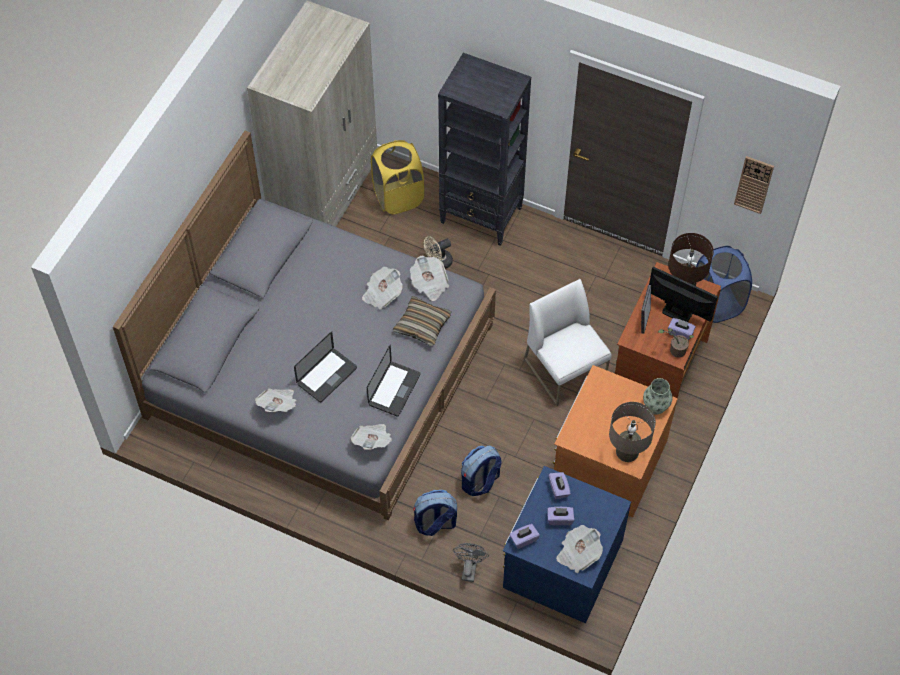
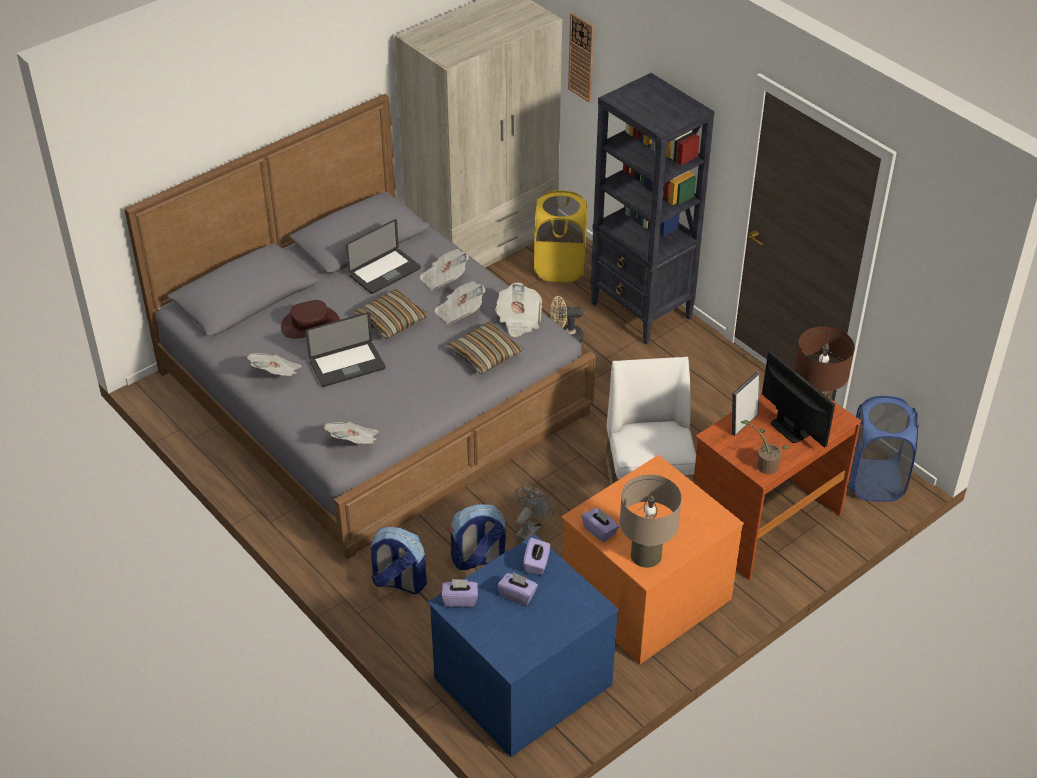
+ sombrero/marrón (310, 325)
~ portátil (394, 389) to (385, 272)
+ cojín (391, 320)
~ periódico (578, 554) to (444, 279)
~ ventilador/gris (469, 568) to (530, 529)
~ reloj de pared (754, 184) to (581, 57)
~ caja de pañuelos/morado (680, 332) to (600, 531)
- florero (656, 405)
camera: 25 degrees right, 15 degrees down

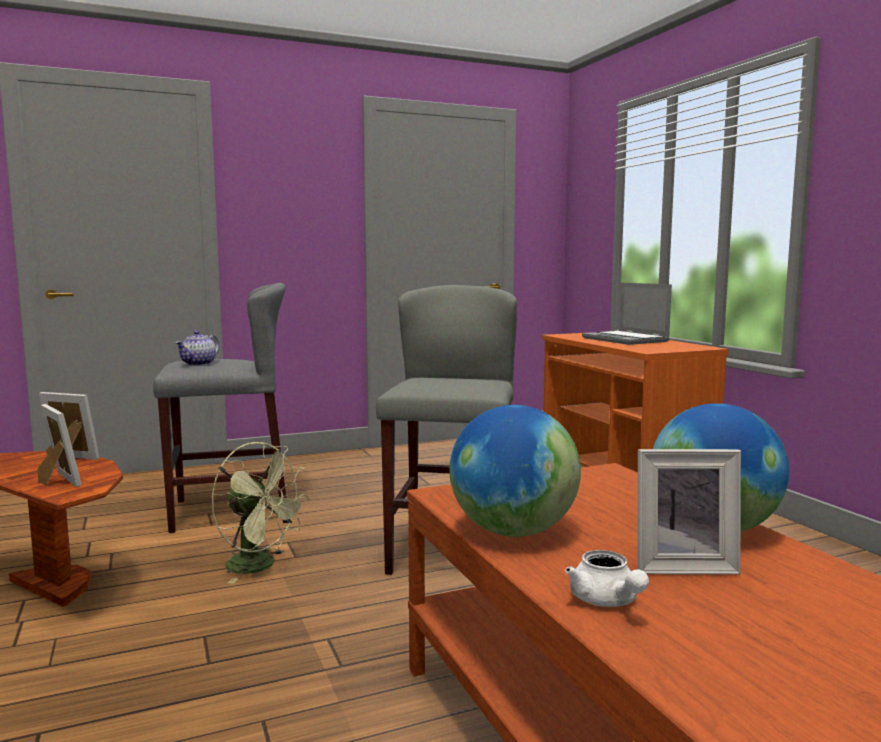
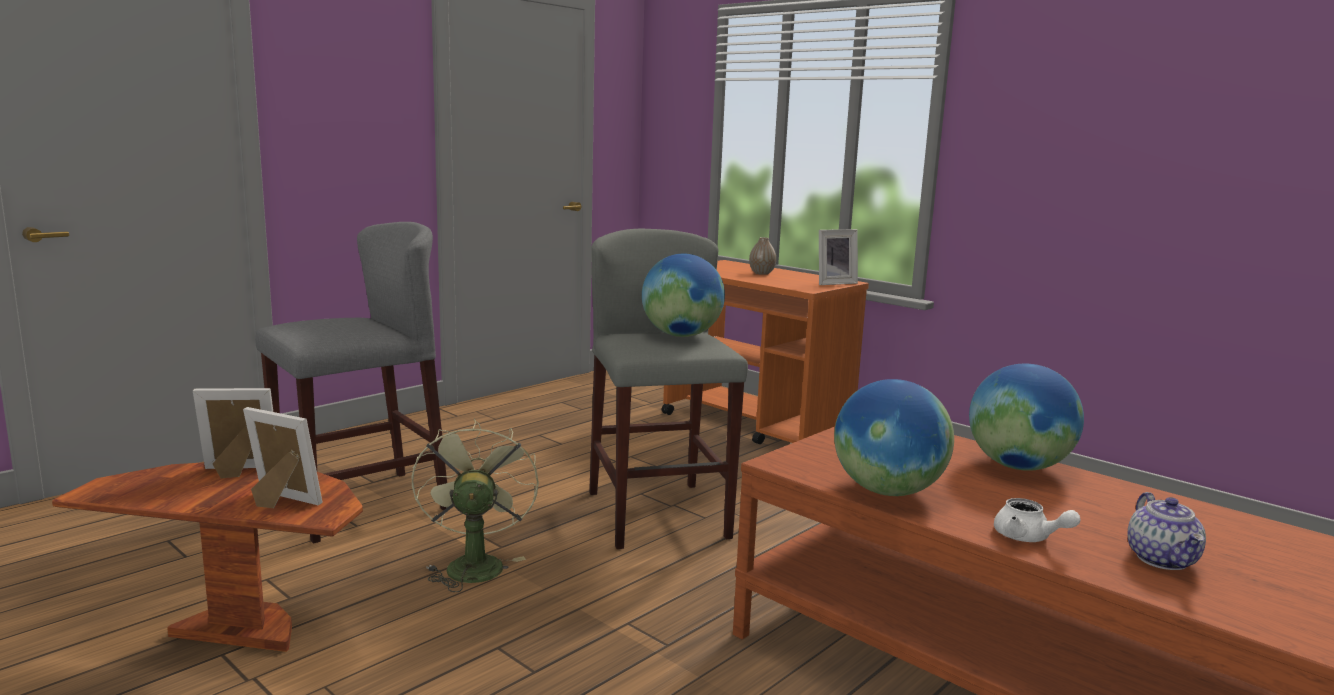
~ ventilador/verde (260, 566) = (473, 564) 105 degrees counterclockwise
+ globo terráqueo (681, 335)
~ portátil (626, 340) to florero (761, 273)
~ portarretratos (682, 566) to (833, 283)
~ tetera (199, 364) to (1163, 560)
camera: 25 degrees left, 5 degrees up

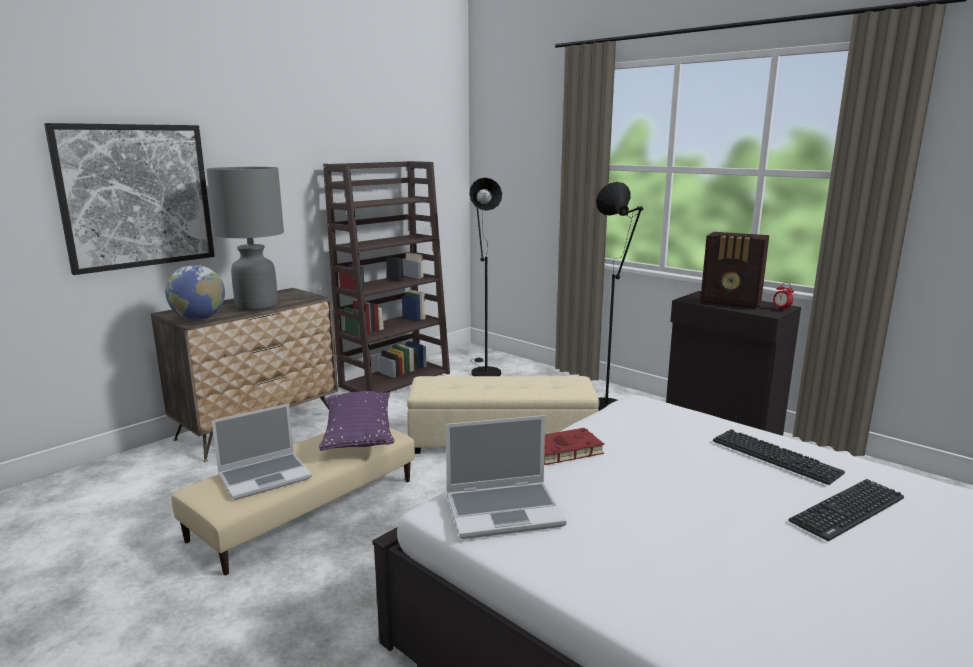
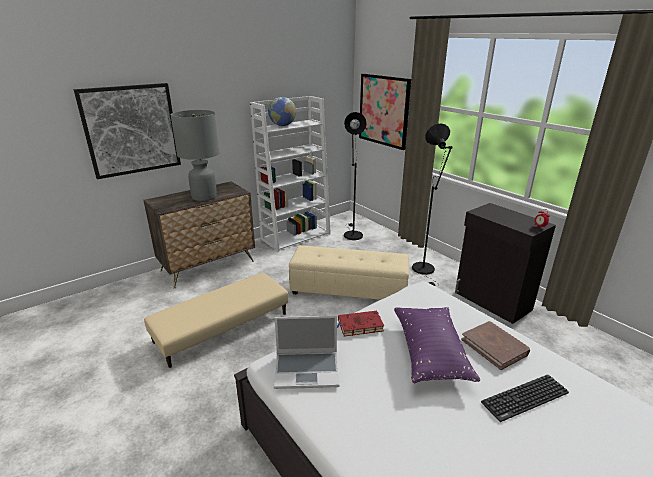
~ estantería/marrón (395, 379) to estantería/blanco (296, 236)
~ globo terráqueo (199, 318) to (282, 125)
+ cuadro (383, 110)
~ cojín/morado (358, 435) to (430, 353)
~ teclado (775, 457) to libro/marrón (494, 346)
- portátil (265, 476)
- radio (731, 303)
camera: 10 degrees right, 10 degrees up

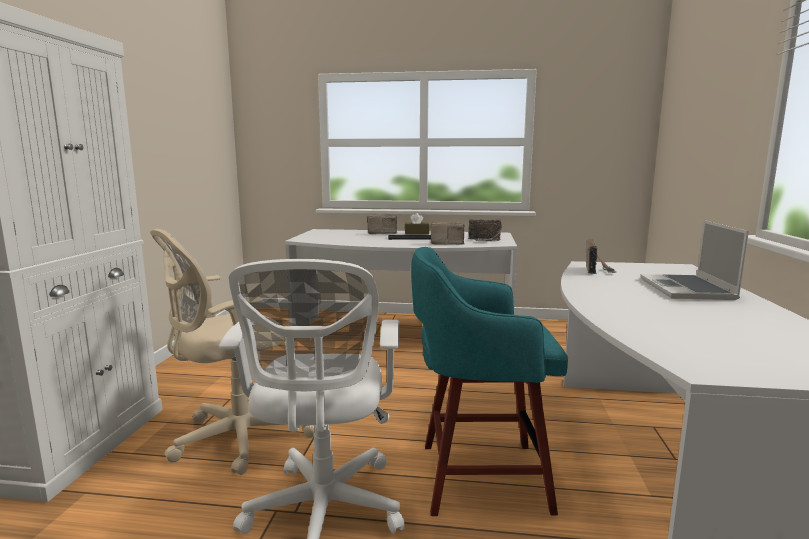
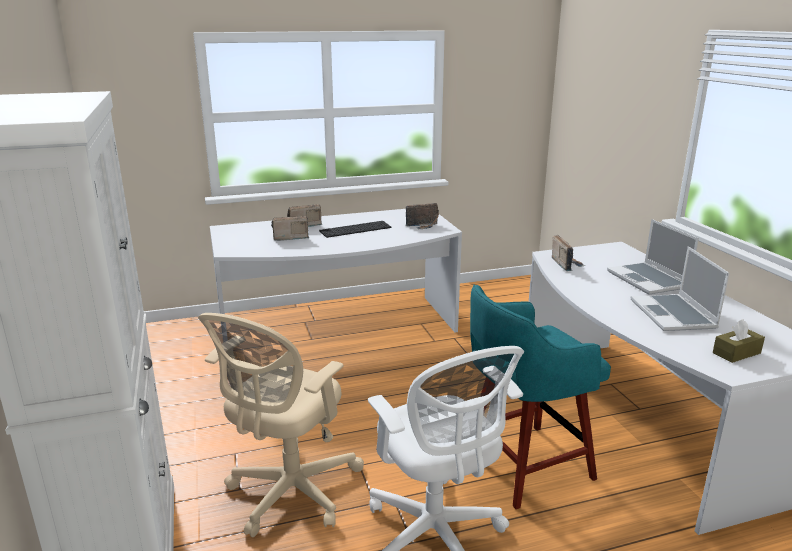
~ radio (447, 243) to (289, 237)
+ portátil (674, 315)
~ caja de pañuelos/marrón (416, 233) to (736, 353)
camera: 25 degrees left, 10 degrees up

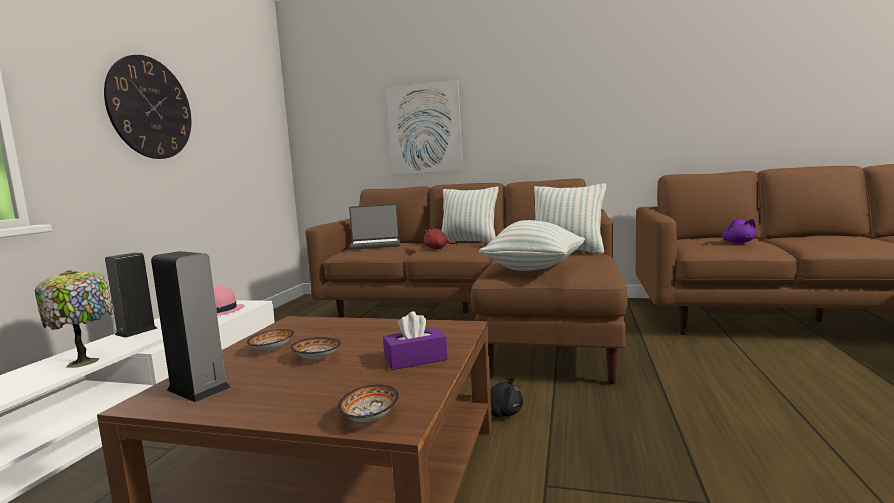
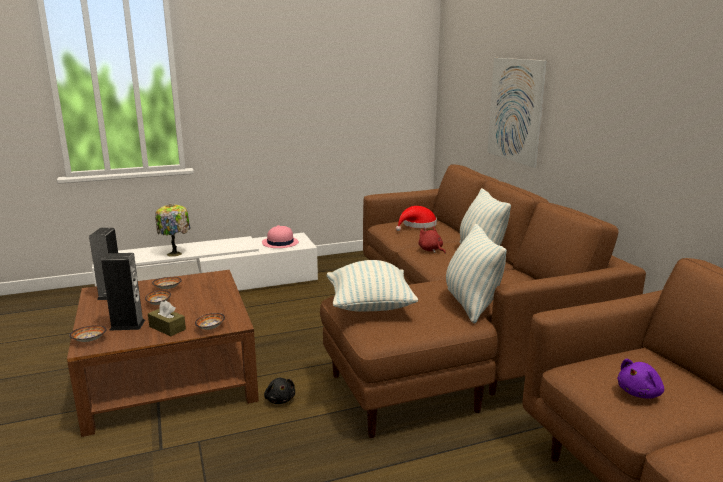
~ altavoz (136, 331) to (127, 325)
~ caja de pañuelos/morado (415, 359) to caja de pañuelos/marrón (167, 328)
+ cuenco (211, 328)
~ portátil (375, 245) to sombrero/rojo (417, 225)
- reloj de pared (150, 108)
camera: 55 degrees right, 10 degrees up

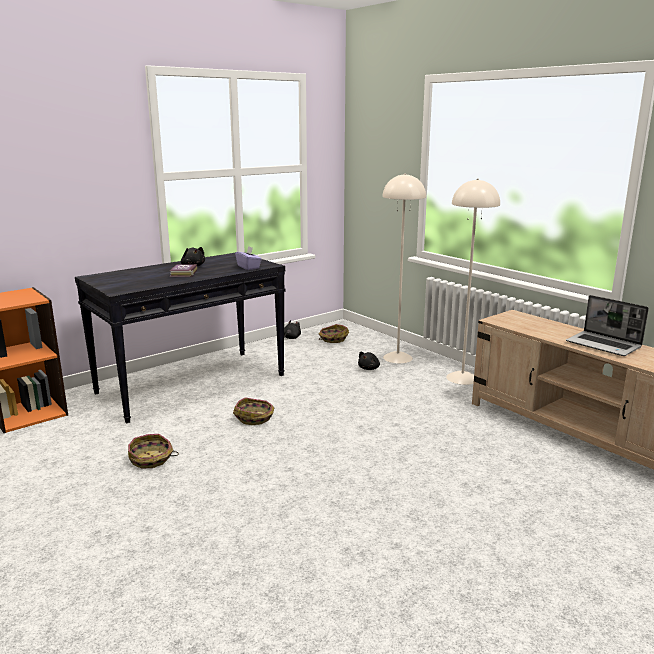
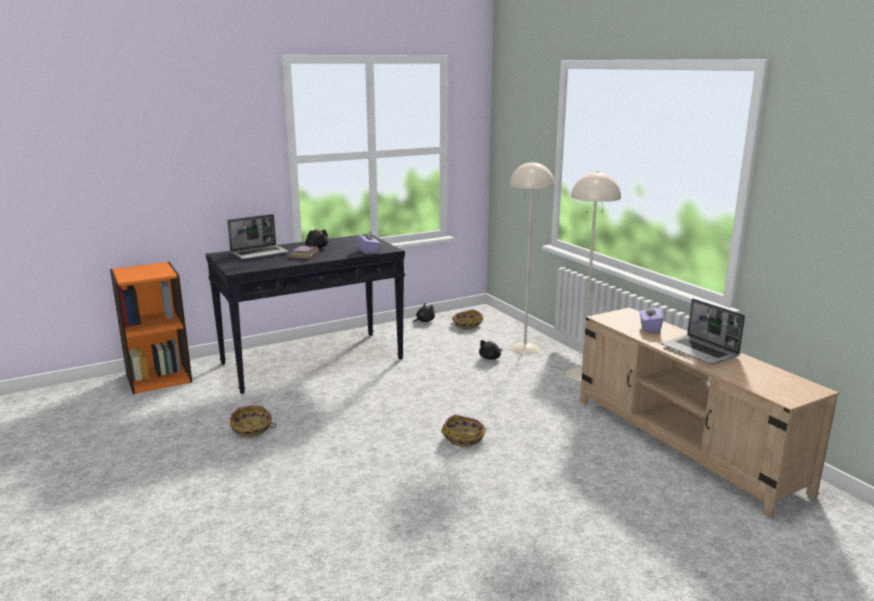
+ portátil (260, 253)
~ cesta (255, 417) to (464, 438)
+ caja de pañuelos/morado (649, 327)
camera: 10 degrees right, 0 degrees up

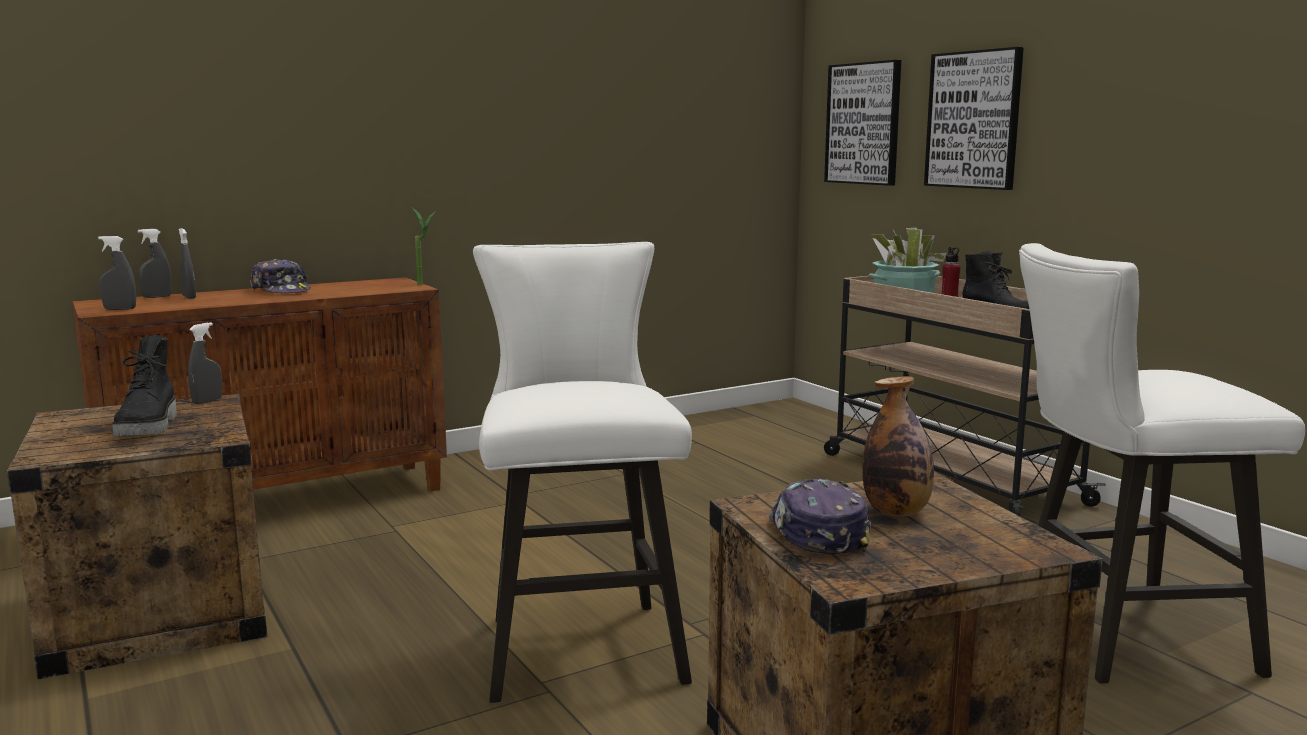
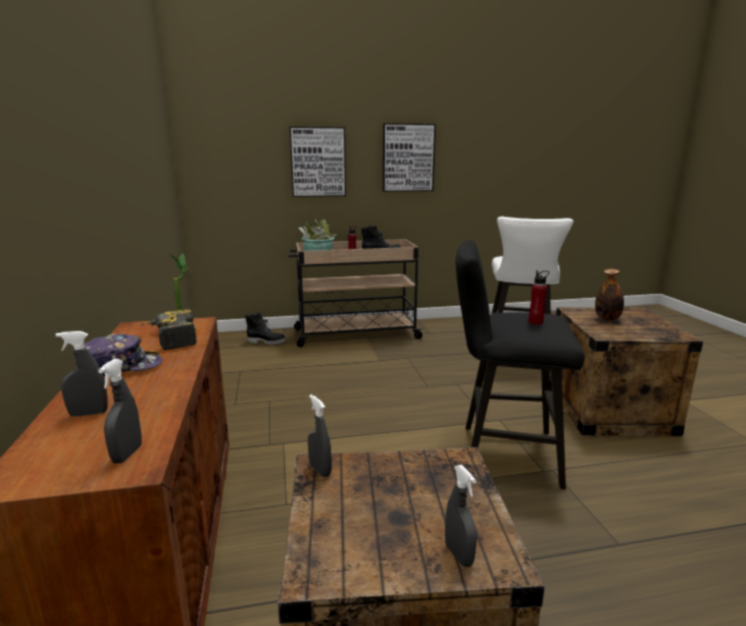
+ taladro (169, 338)
~ bota/negro (150, 427) to (267, 342)
~ cuadro (864, 123) to (408, 158)
~ pulverizador/gris (157, 297) to (458, 555)
~ taburete/blanco (580, 642) to taburete/negro (501, 453)
+ botella/rojo (535, 322)
- gorra (816, 534)
camera: 70 degrees left, 5 degrees up

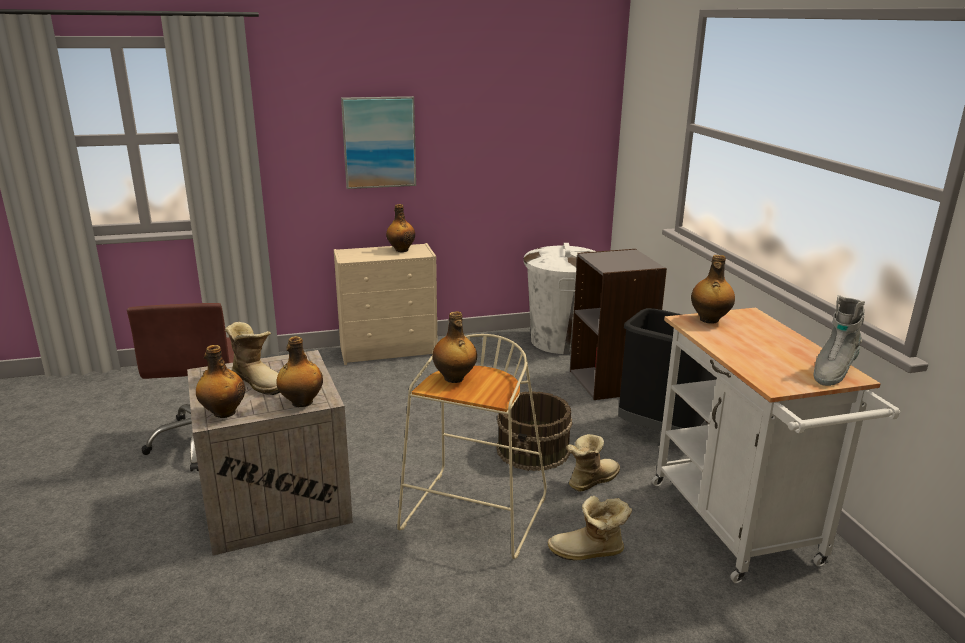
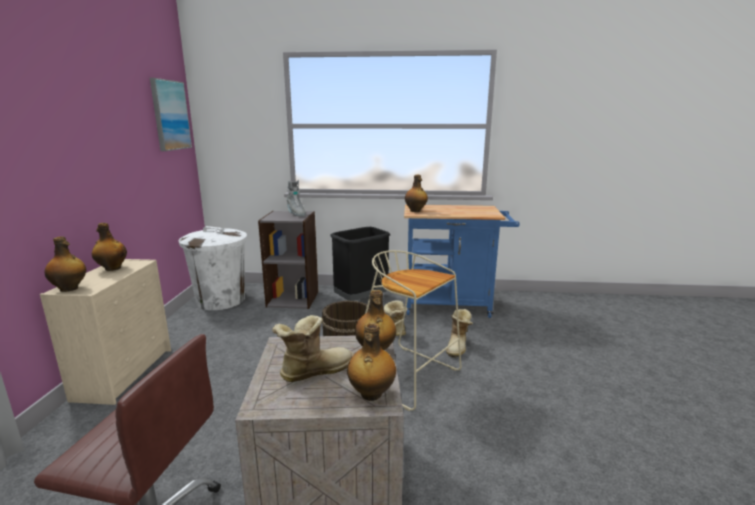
~ botella (454, 378) to (70, 288)
~ cuadro (379, 142) to (170, 115)
~ bota/gris (832, 372) to (296, 214)
~ carrito/blanco (740, 529) to carrito/azul (453, 306)
camera: 70 degrees left, 5 degrees down

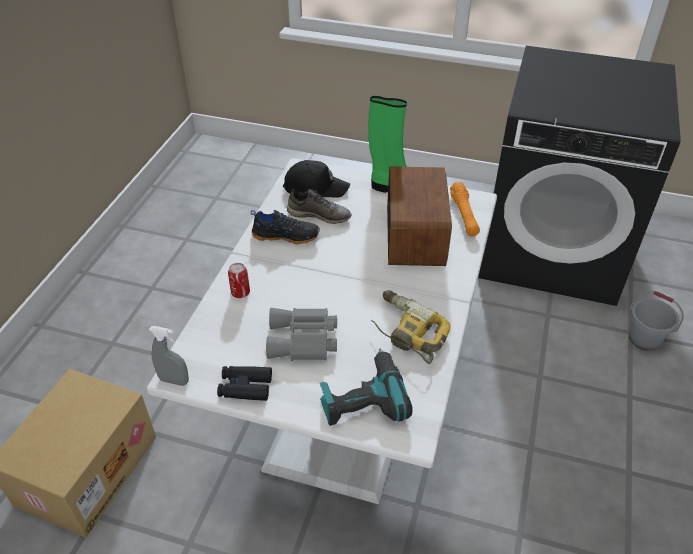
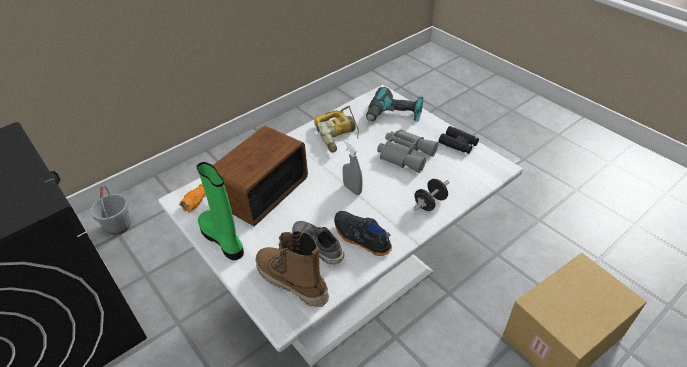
~ gorra/negro (315, 187) to bota (292, 283)
~ pulverizador/gris (174, 380) to (352, 189)
~ lata (240, 292) to mancuerna/negro (430, 203)
camera: 145 degrees left, 0 degrees up

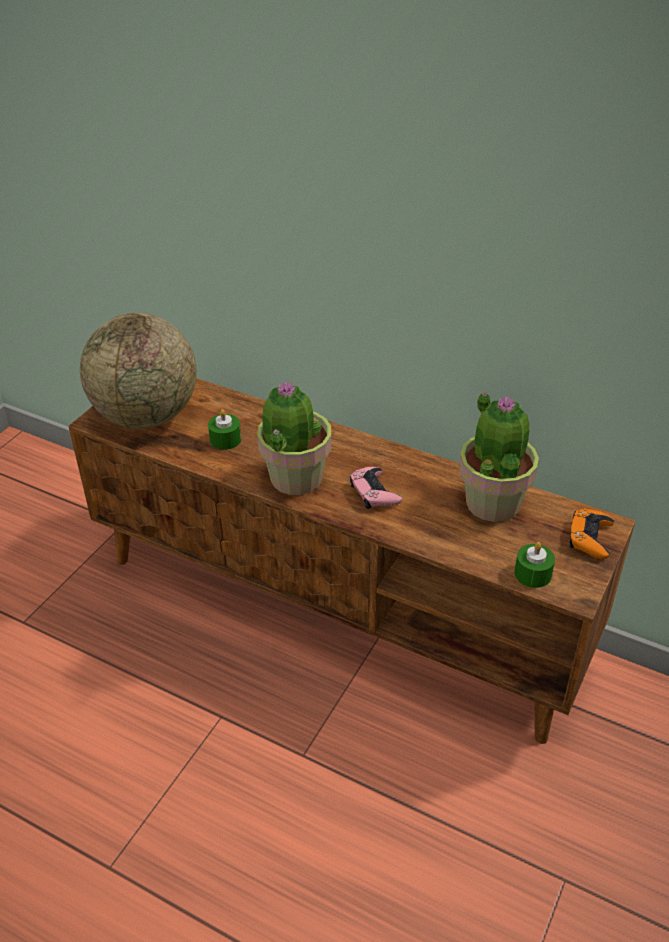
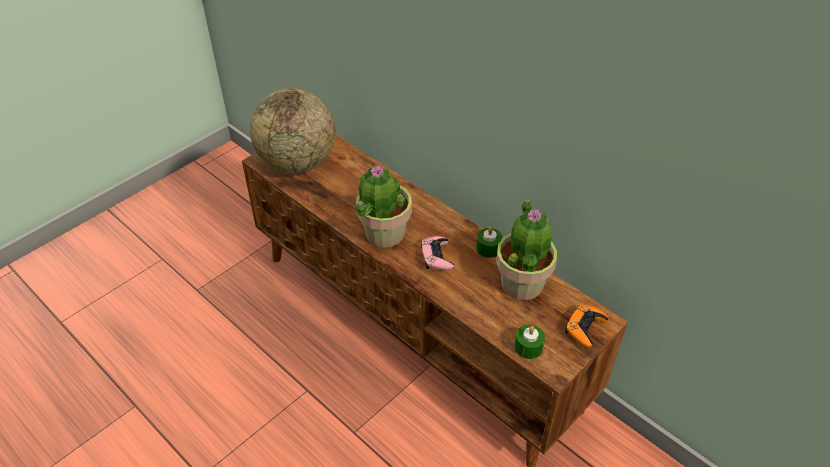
~ vela/verde (225, 439) to (488, 248)
camera: 15 degrees right, 5 degrees up

